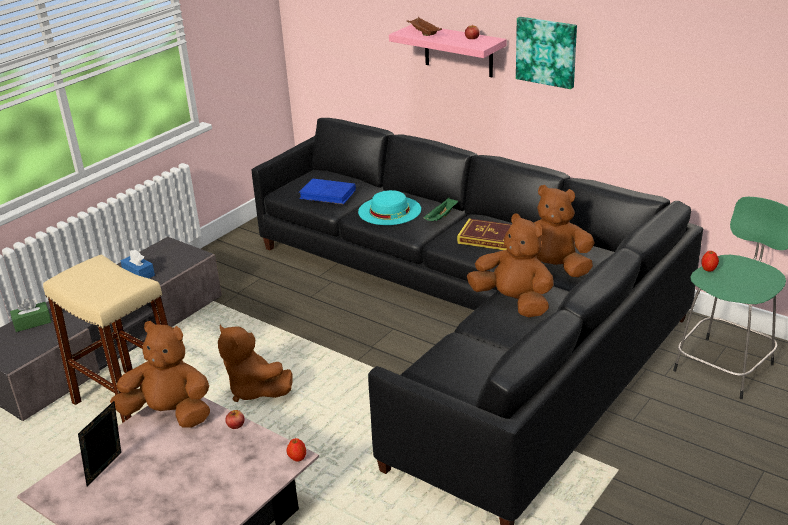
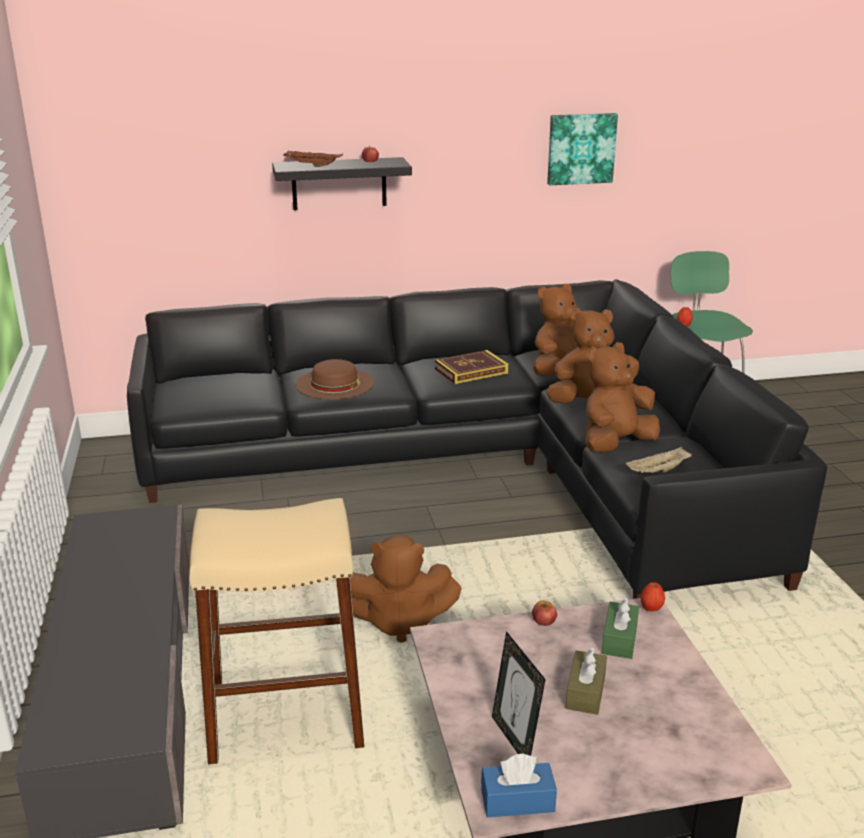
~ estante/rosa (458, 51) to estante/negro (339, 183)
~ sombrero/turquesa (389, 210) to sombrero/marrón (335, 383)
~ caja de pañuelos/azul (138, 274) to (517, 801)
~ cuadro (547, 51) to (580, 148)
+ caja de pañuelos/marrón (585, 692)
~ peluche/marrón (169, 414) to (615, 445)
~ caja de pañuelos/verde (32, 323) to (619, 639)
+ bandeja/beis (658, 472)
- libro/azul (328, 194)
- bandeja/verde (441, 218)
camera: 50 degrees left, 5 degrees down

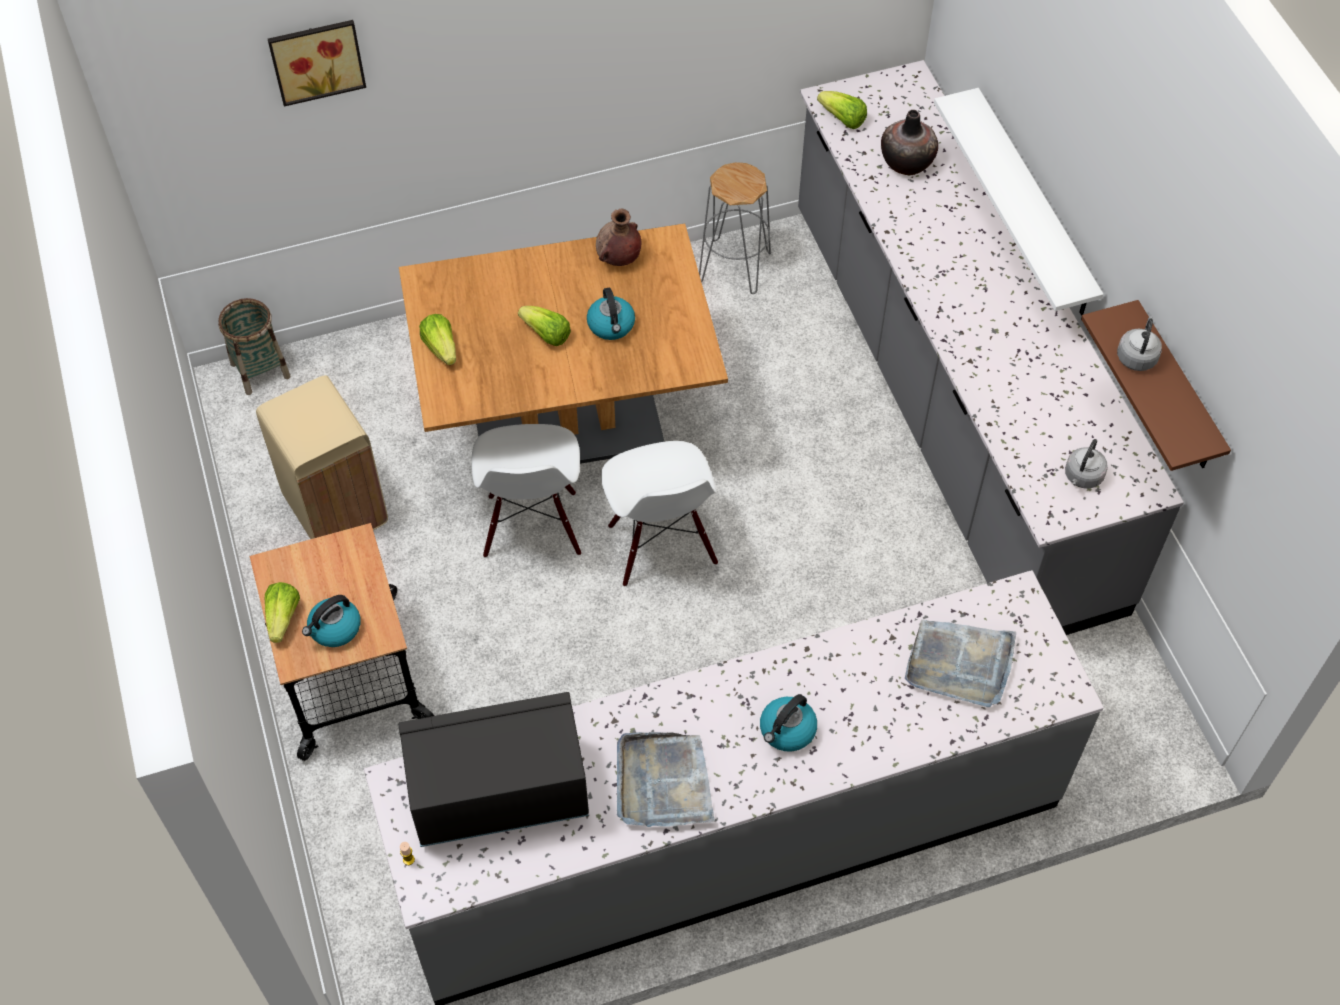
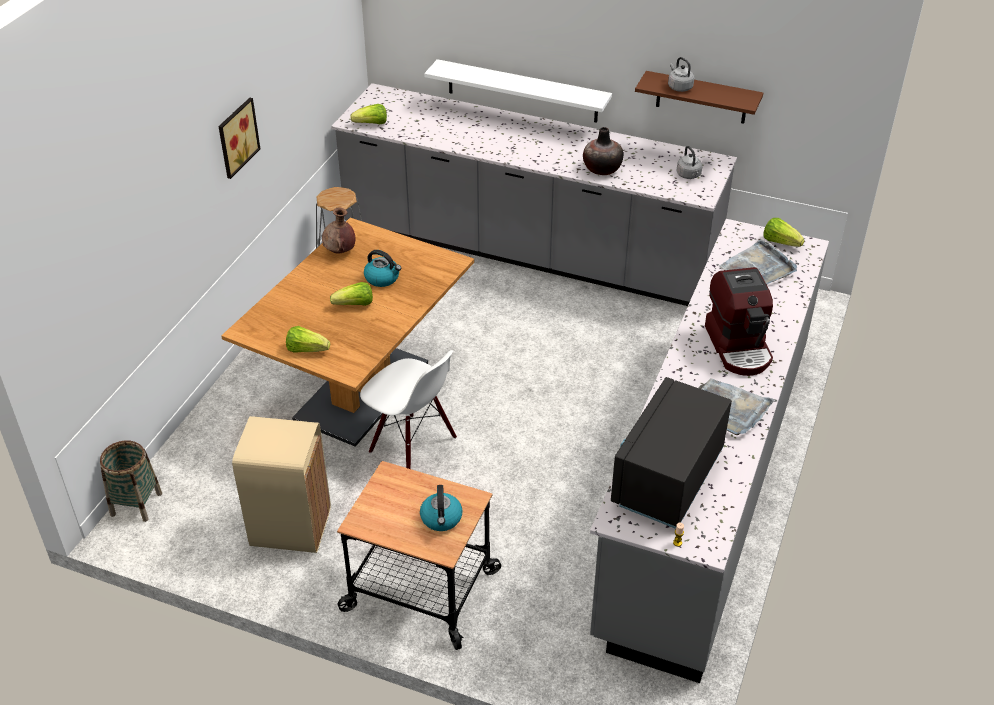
~ cuadro (316, 59) to (236, 137)
~ florero (907, 162) to (602, 169)
~ hervidor (787, 731) to cafetera (739, 346)
~ lechuga (283, 618) to (780, 242)
- silla/blanco (660, 545)
camera: 50 degrees left, 15 degrees down

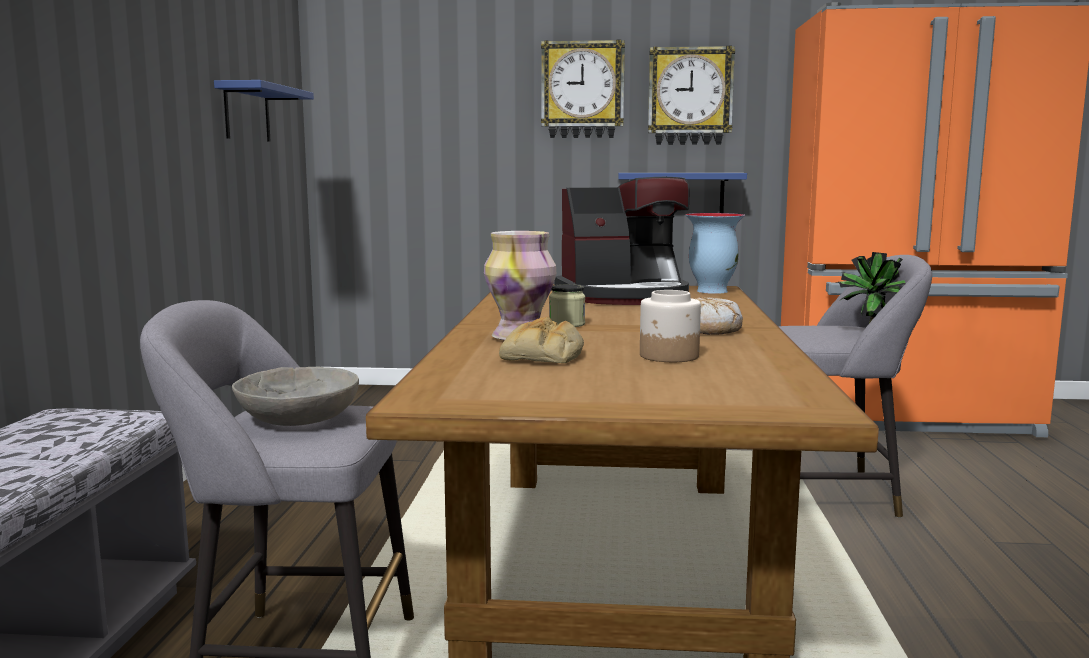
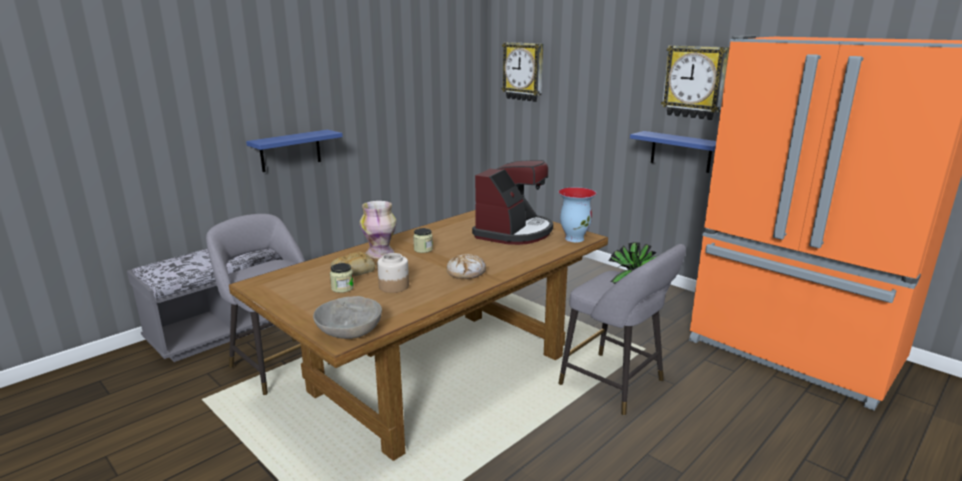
~ estante/azul (247, 113) to (290, 150)
~ cuenco/gris (297, 419) to (349, 330)
+ tarro (342, 288)
~ cafetera (624, 296) = (514, 232) 90 degrees counterclockwise
~ reloj de pared (582, 90) to (523, 71)
camera: 40 degrees right, 10 degrees up

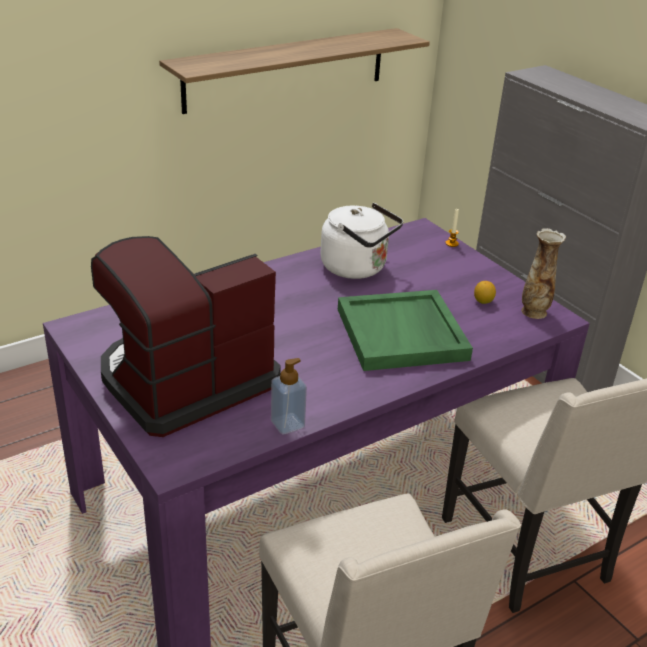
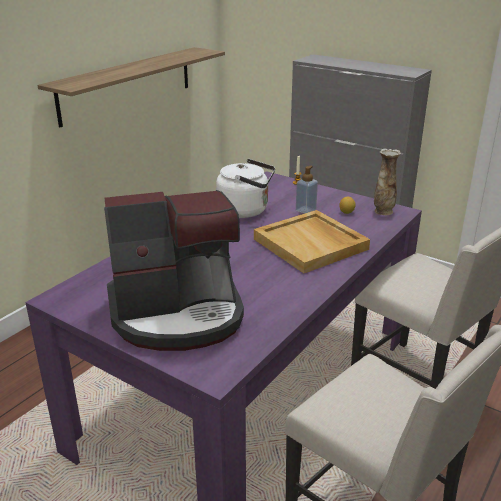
~ cafetera (184, 381) = (178, 313) 135 degrees counterclockwise
~ bandeja/verde (402, 334) to bandeja/beis (311, 244)
~ dispensador de jabón (287, 424) to (305, 210)
camera: 20 degrees left, 5 degrees down

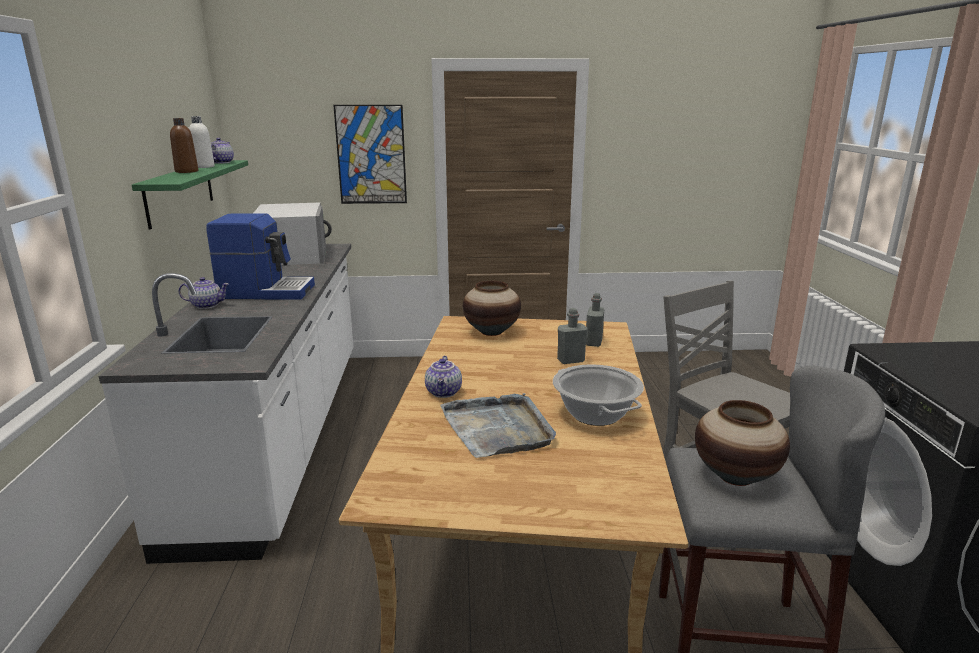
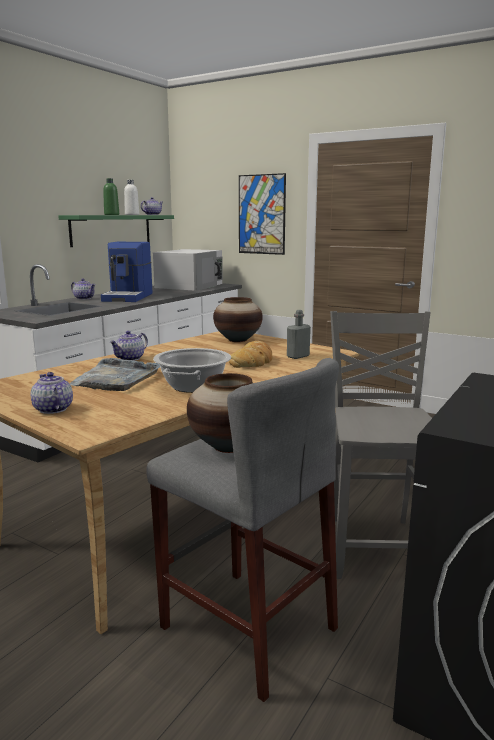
+ tetera (53, 409)
~ cafetera (266, 291) = (129, 297) 60 degrees clockwise
~ botella/marrón (186, 171) to botella/verde (111, 214)
~ botella/gris (571, 360) to pan (253, 361)
camera: 35 degrees right, 5 degrees down

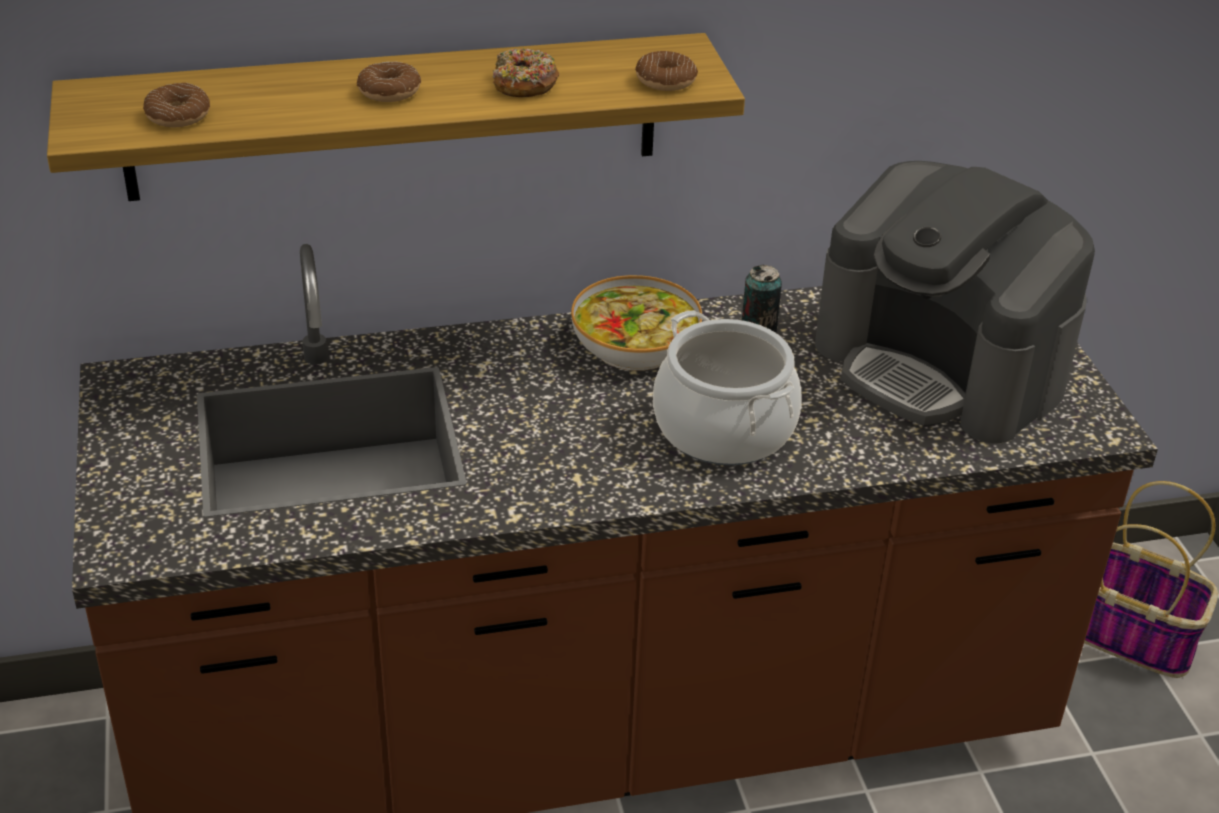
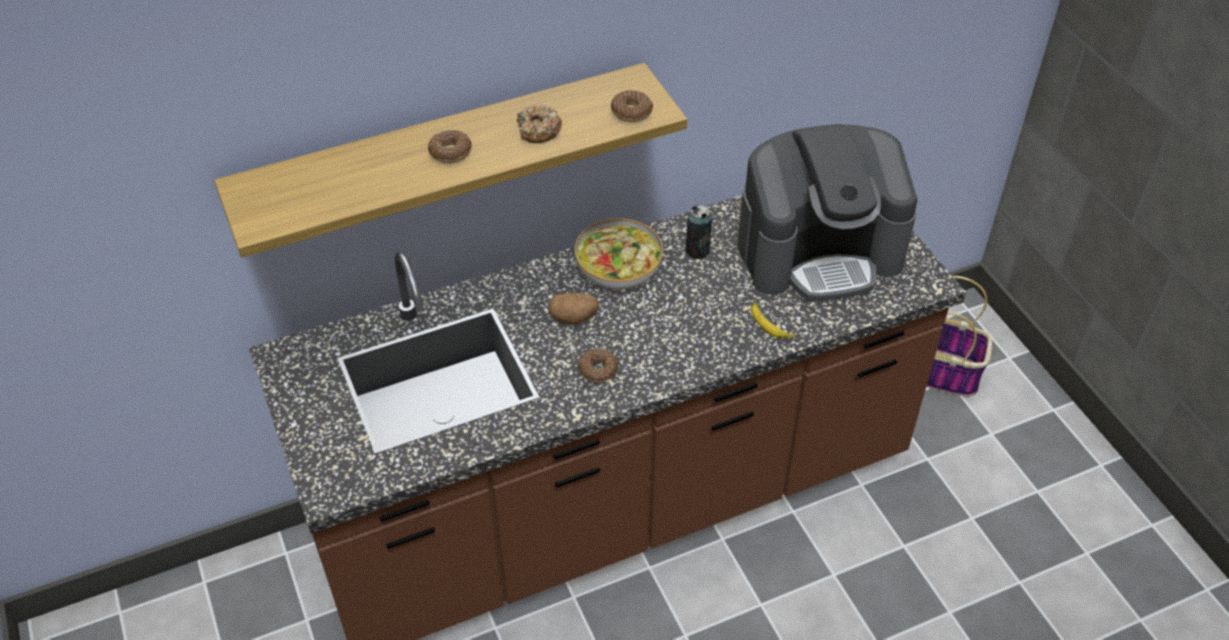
+ patata (574, 318)
~ rosquilla (178, 115) to (598, 370)
~ cafetera (941, 366) = (820, 251) 45 degrees counterclockwise
+ plátano (770, 325)
- olla (723, 429)
camera: 10 degrees left, 10 degrees up

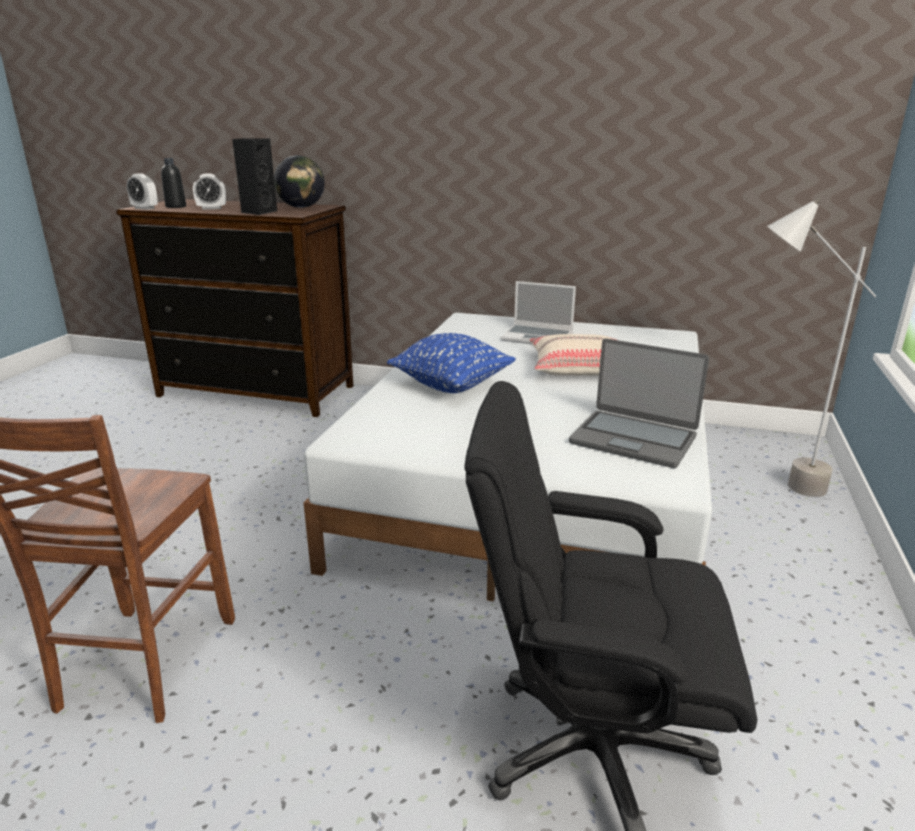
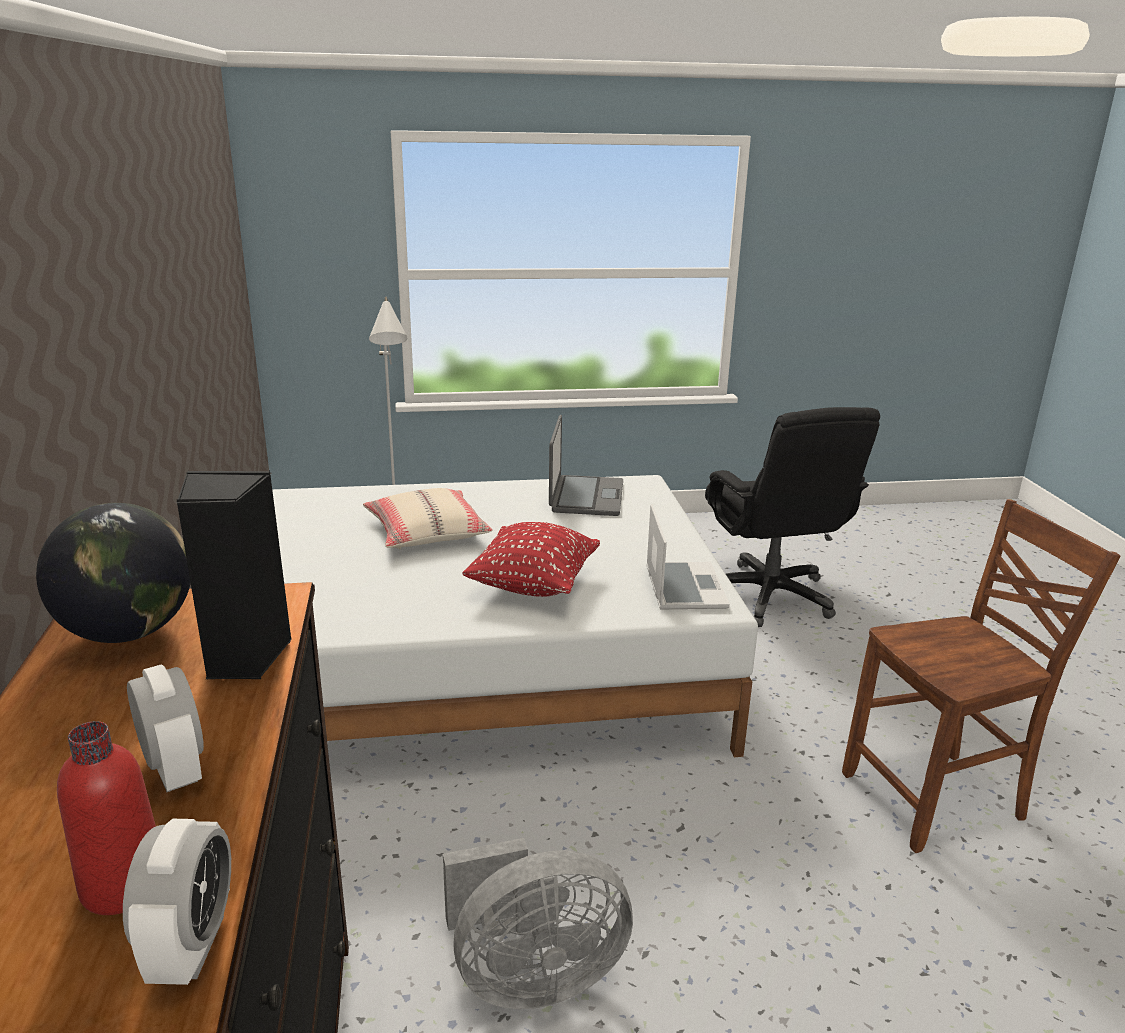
~ botella/negro (176, 206) to botella/rojo (123, 885)
+ ventilador/gris (531, 977)
~ cojín/azul (451, 385) to cojín/rojo (533, 585)
~ portátil (538, 337) to (683, 587)
camera: 115 degrees left, 0 degrees up

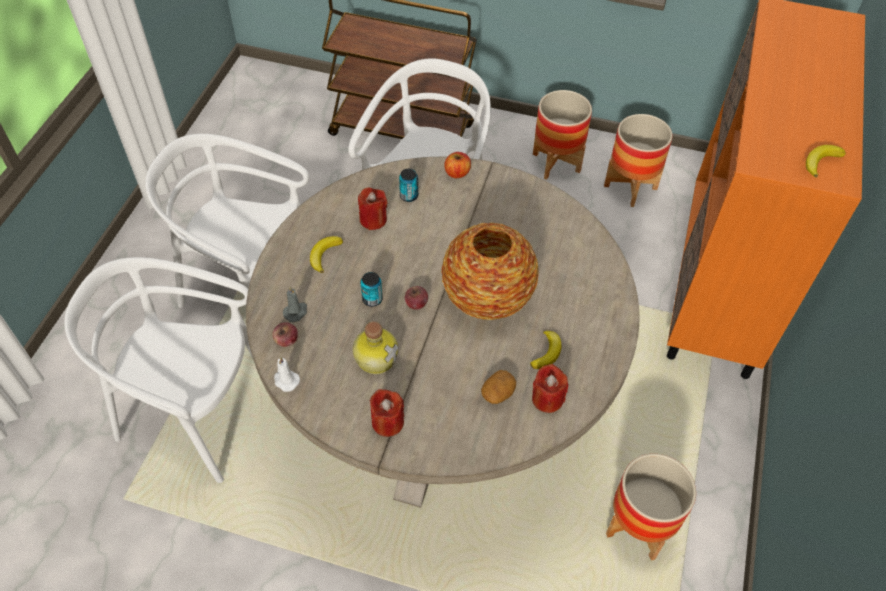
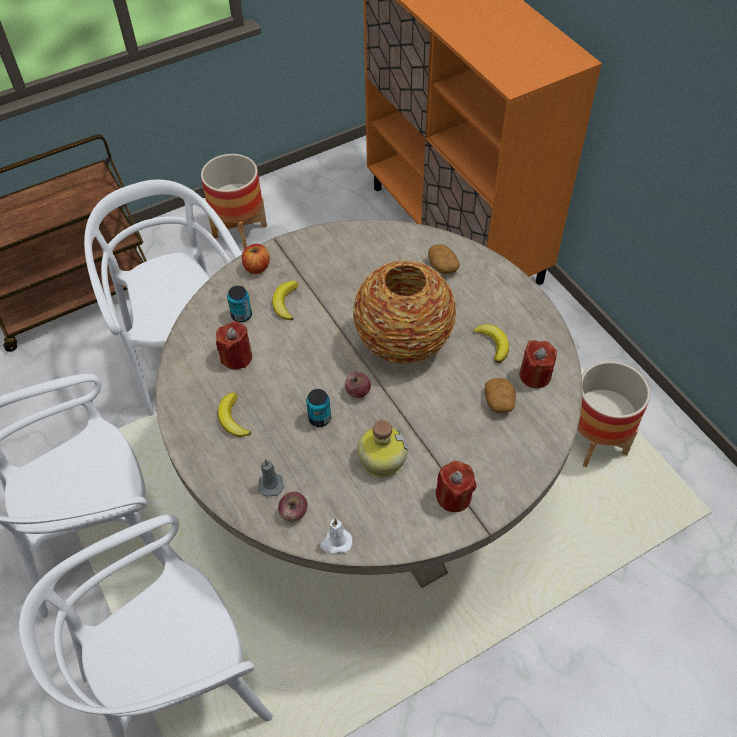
~ plátano (821, 161) to (285, 302)
+ patata (442, 266)
- maceta (630, 187)
camera: 45 degrees left, 0 degrees up

